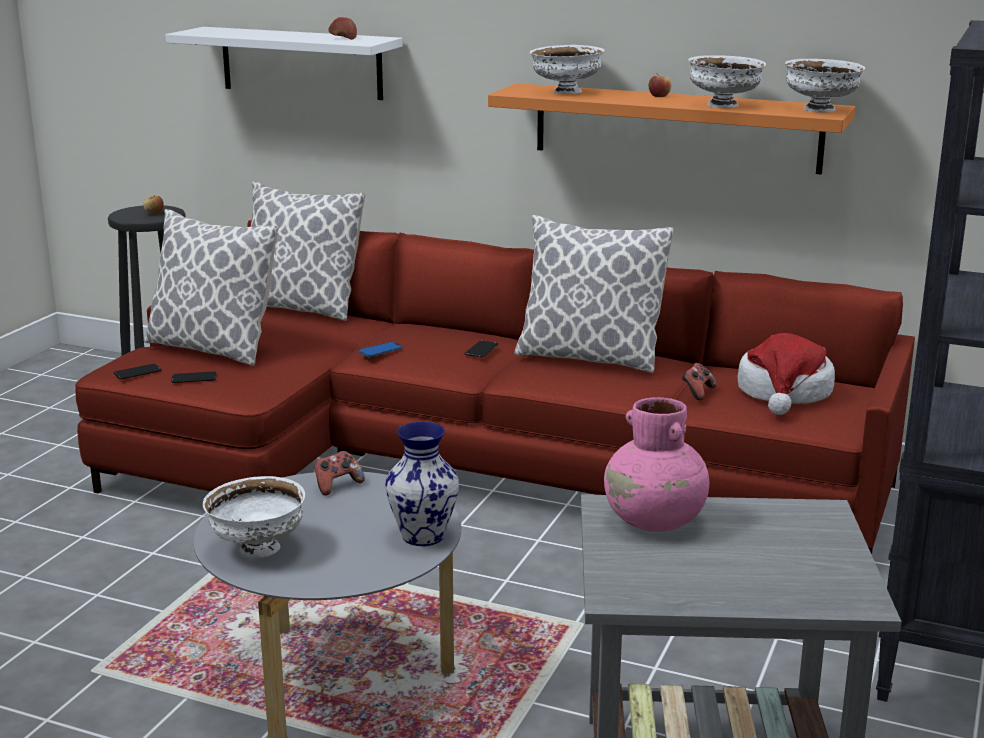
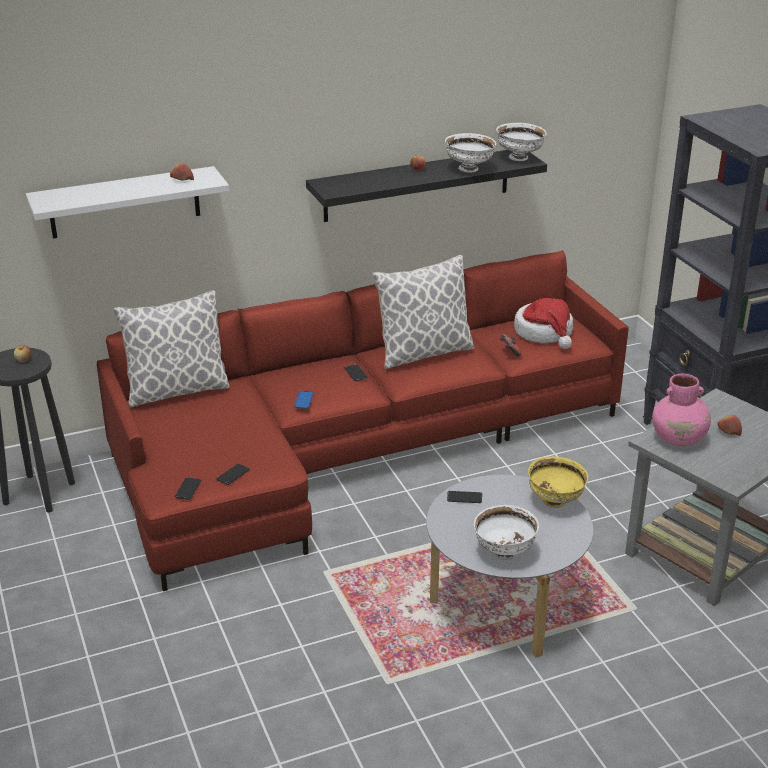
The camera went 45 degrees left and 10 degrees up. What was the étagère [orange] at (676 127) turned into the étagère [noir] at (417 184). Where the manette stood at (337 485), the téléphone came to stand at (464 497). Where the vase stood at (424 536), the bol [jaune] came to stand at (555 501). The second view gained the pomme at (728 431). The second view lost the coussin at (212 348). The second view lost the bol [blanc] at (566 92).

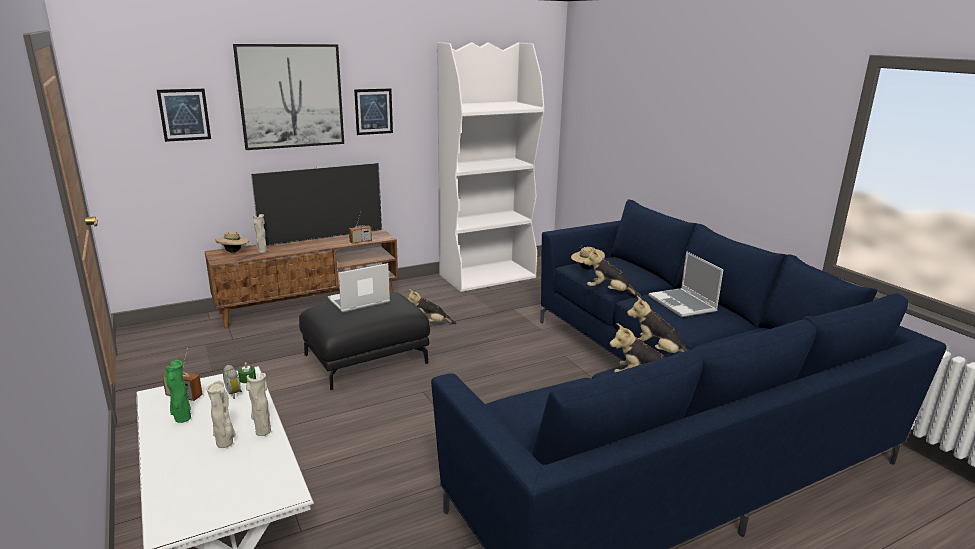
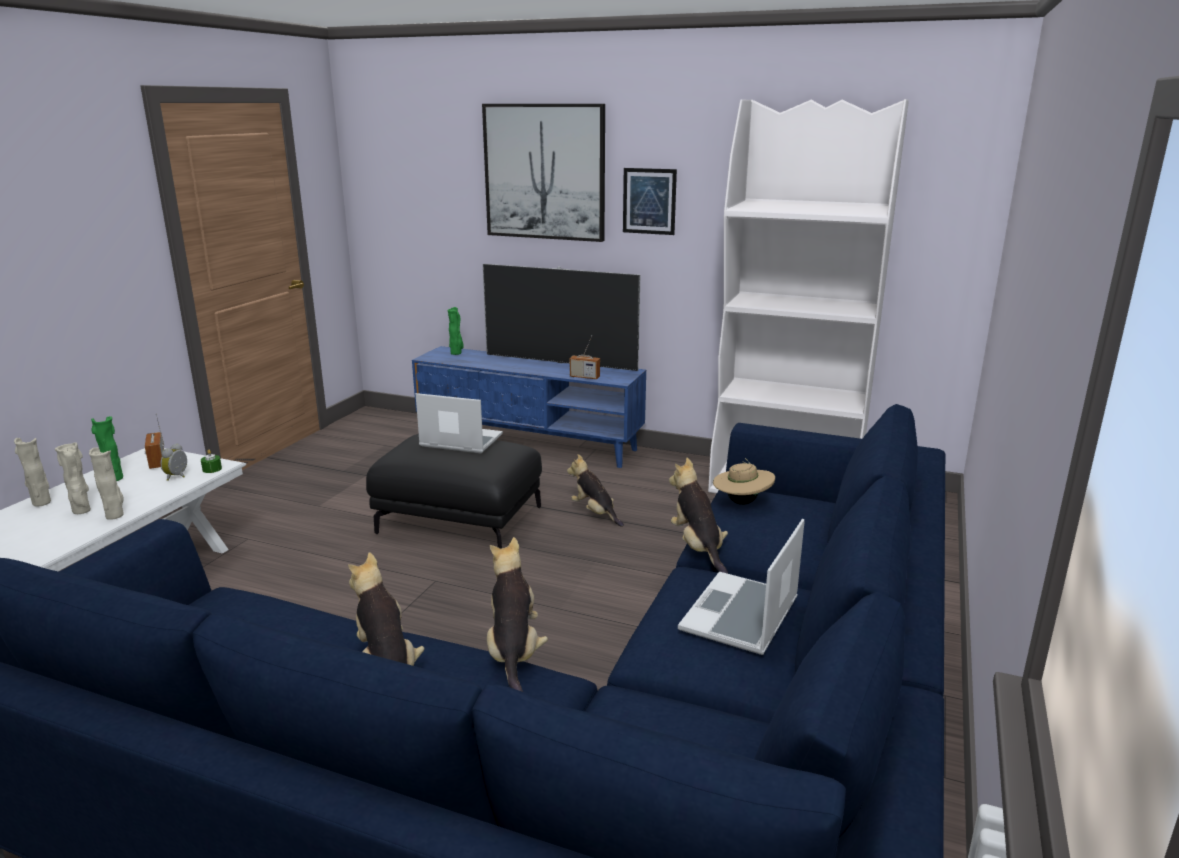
The camera went 50 degrees right and 0 degrees up. The vase [beige] ended up elsewhere, having gone from (262 251) to (42 503). What was the meuble télé [marron] at (309 304) turned into the meuble télé [bleu] at (530 443). Where the chapeau [beige] stood at (233 252), the vase [vert] came to stand at (456 353). The second view lost the tableau at (184 114).

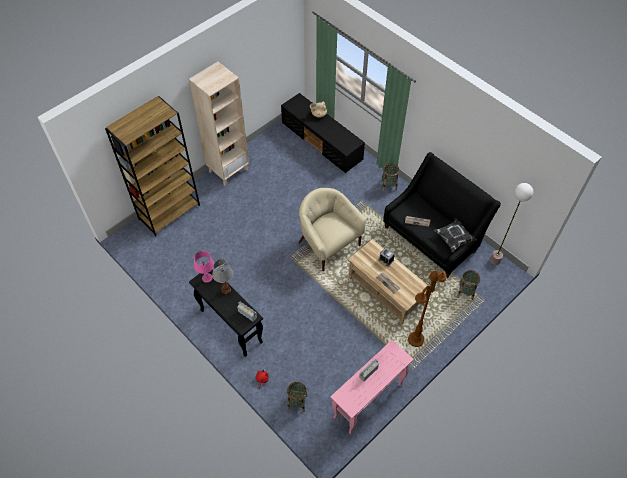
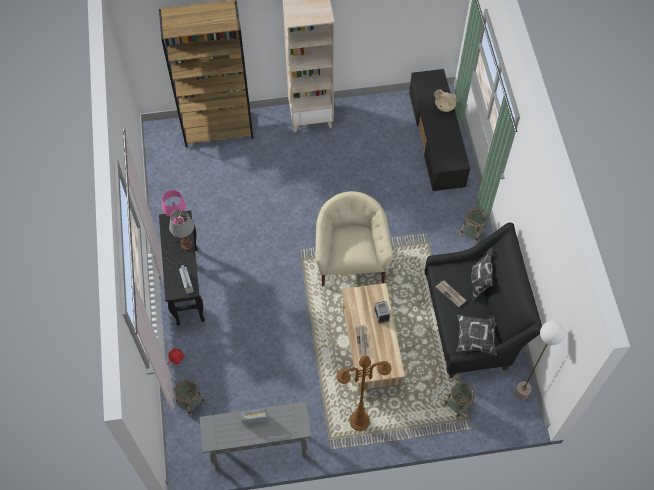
The camera went 35 degrees right and 5 degrees up. What was the table console [rose] at (368 401) turned into the table console [gris] at (259 450). The second view gained the coussin at (479 283).

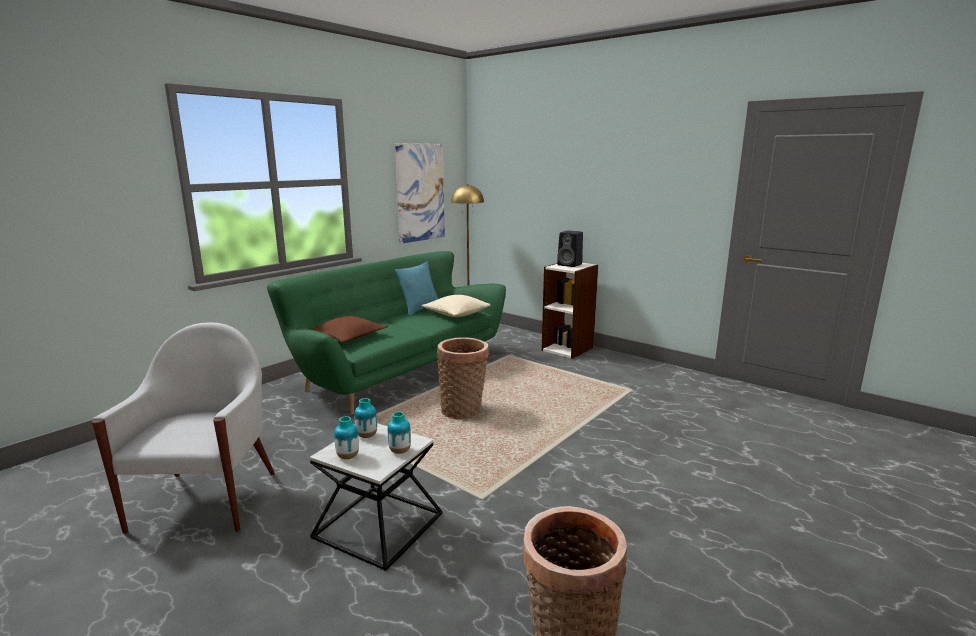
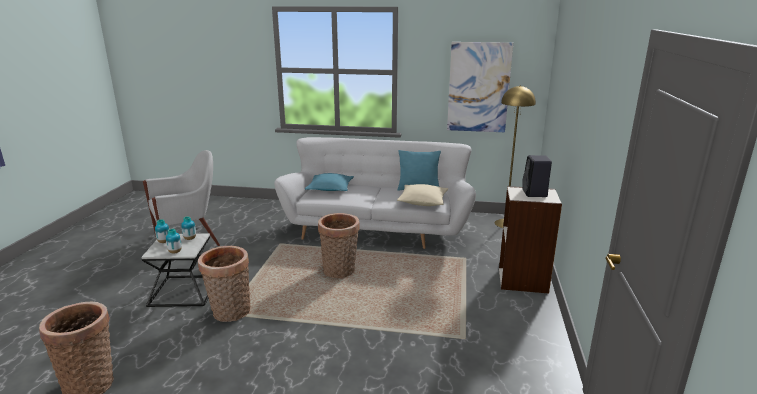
The camera went 60 degrees right and 5 degrees up. The second view gained the panier at (230 313). What was the canapé [vert] at (397 372) turned into the canapé [blanc] at (378 229). What was the coussin [marron] at (348 337) turned into the coussin [turquoise] at (330 188).

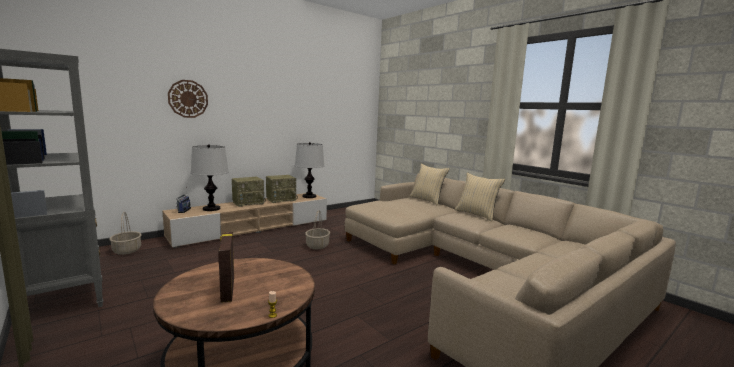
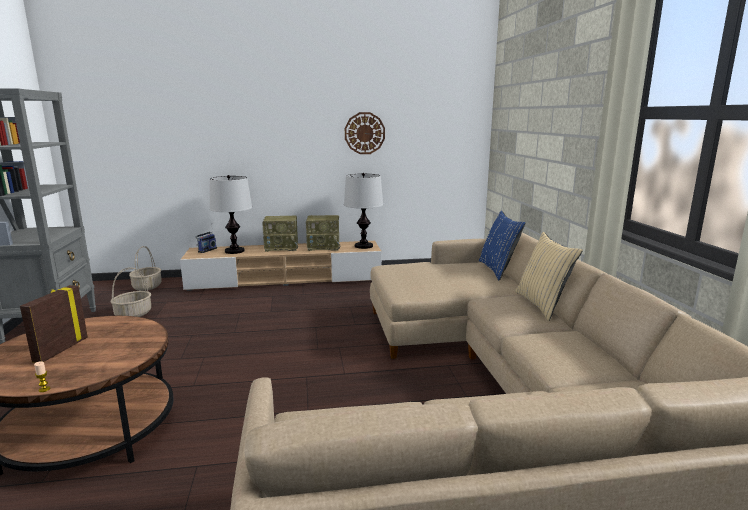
The camera went 30 degrees right and 5 degrees up. The panier ended up elsewhere, having gone from (317 245) to (133 314). The horloge murale ended up elsewhere, having gone from (188 99) to (364 133). What was the coussin [beige] at (427 200) turned into the coussin [bleu] at (498 270).

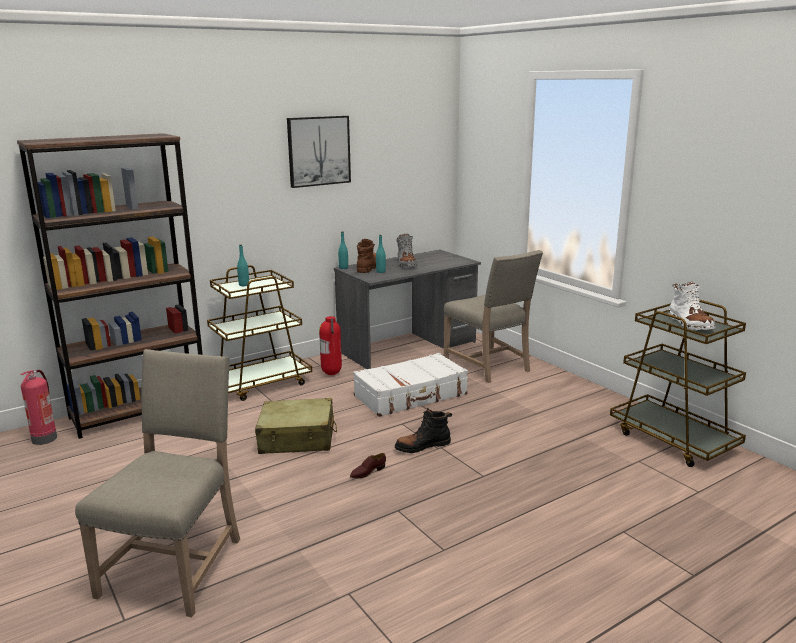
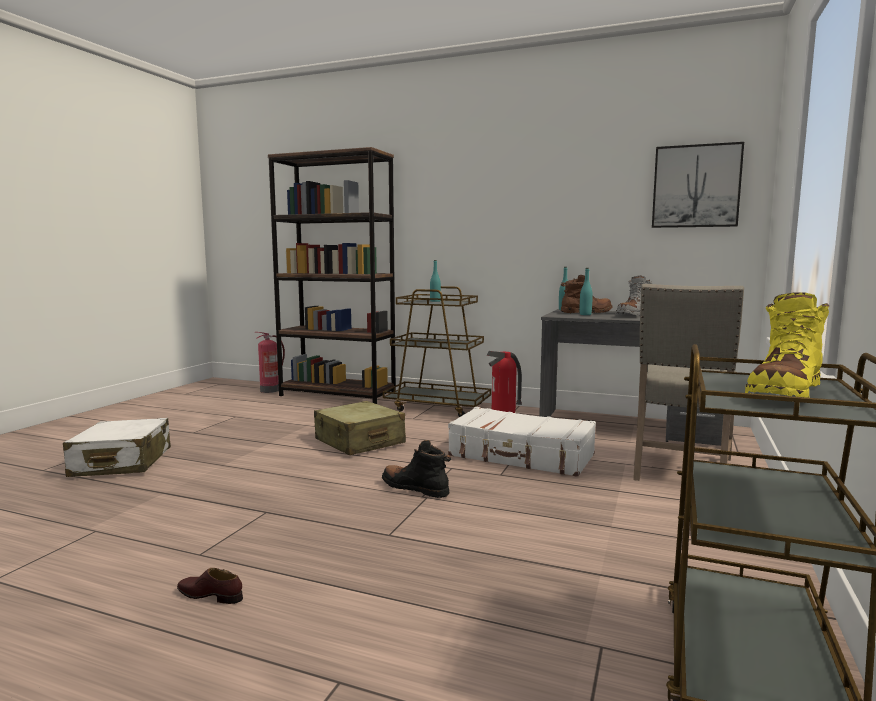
The camera went 55 degrees right and 10 degrees down. Where the chaise [beige] stood at (177 565), the valise [blanc] came to stand at (122 463). The chaussure [marron] ended up elsewhere, having gone from (368 472) to (210 595). The tableau ended up elsewhere, having gone from (318 151) to (696 186). What was the botte [blanc] at (689 324) turned into the botte [jaune] at (784 392).

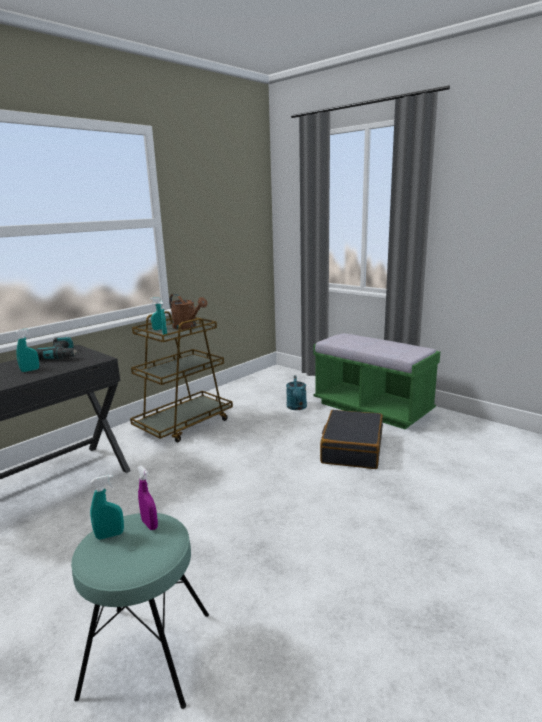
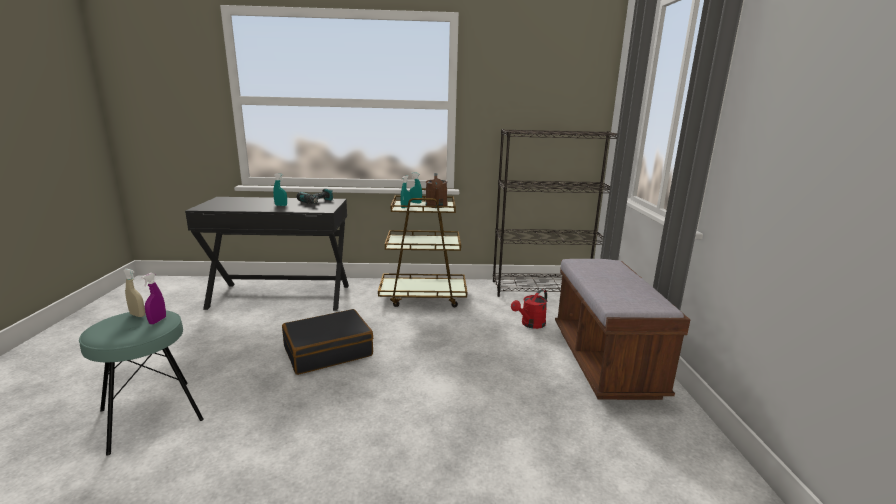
The camera went 45 degrees right and 0 degrees up. What was the vaporisateur [turquoise] at (110 535) turned into the vaporisateur [beige] at (137 315). The valise [noir] ended up elsewhere, having gone from (351 449) to (328 351). The second view gained the bibliothèque [noir] at (545 289). What was the arrosoir [turquoise] at (297 407) turned into the arrosoir [rouge] at (530 324). What was the banc [vert] at (372 408) turned into the banc [marron] at (604 361).

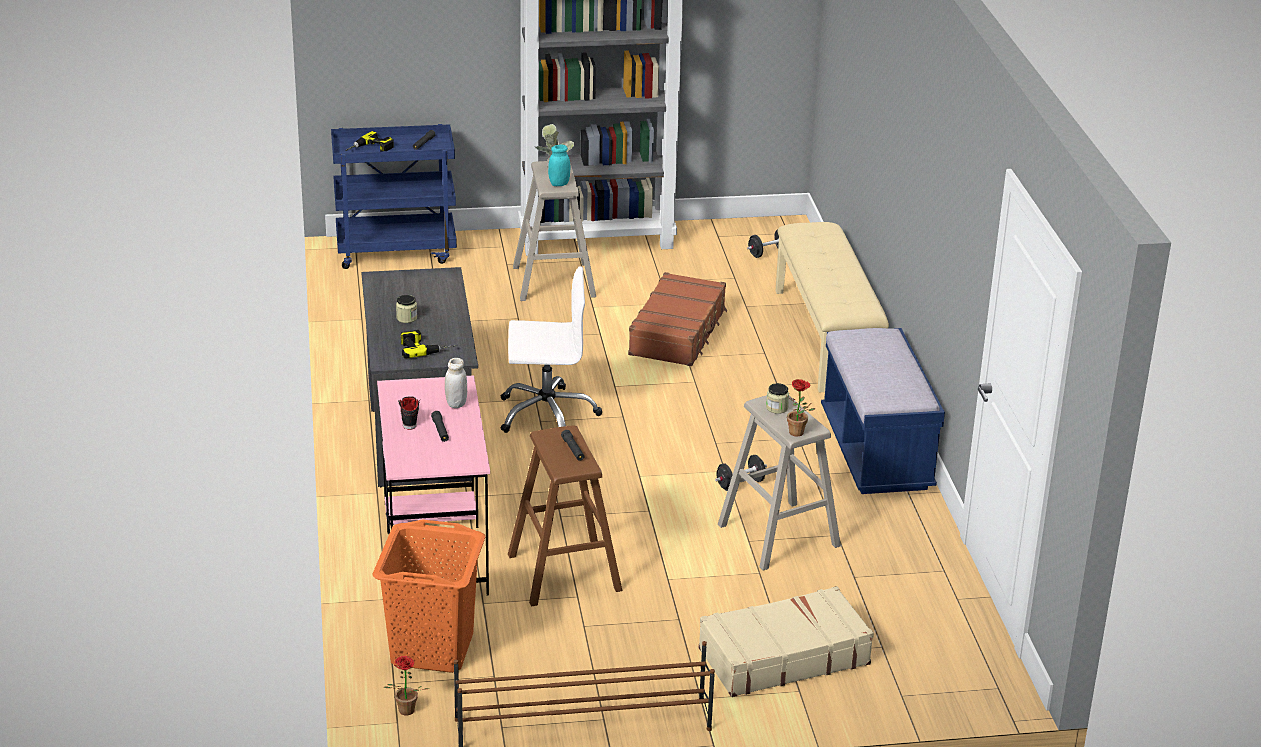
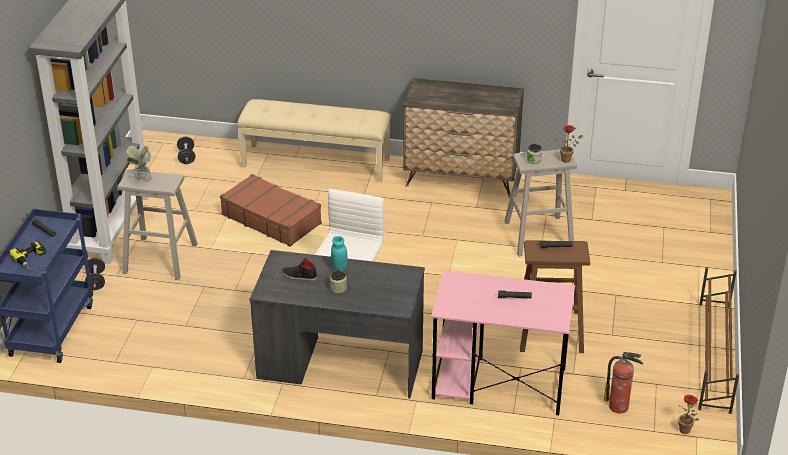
The camera went 70 degrees left and 5 degrees up. The haltère [noir] ended up elsewhere, having gone from (740 484) to (96 281). The chaussure [noir] ended up elsewhere, having gone from (409 416) to (299 276). The bocal [turquoise] ended up elsewhere, having gone from (559 184) to (339 268). Where the banc [bleu] stood at (876 452), the commode came to stand at (462 178). Where the panier à linge [orange] stood at (431 649), the extincteur came to stand at (619 407). The second view lost the perceuse at (426 347). The second view lost the bocal [blanc] at (456 403). The second view lost the valise [beige] at (783 656).

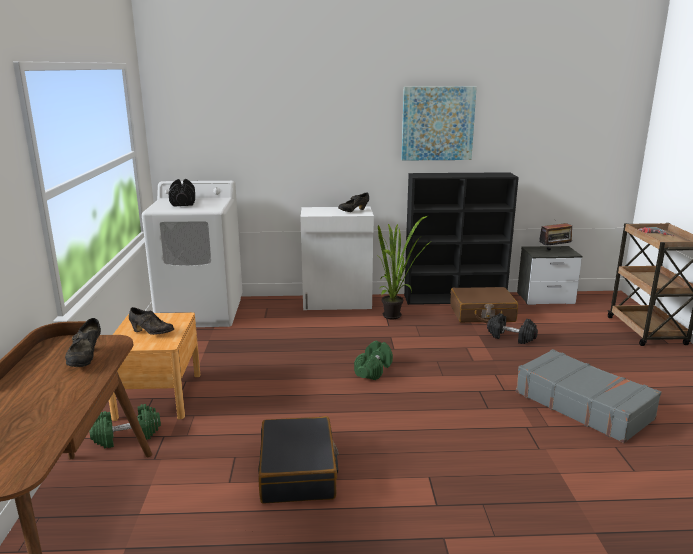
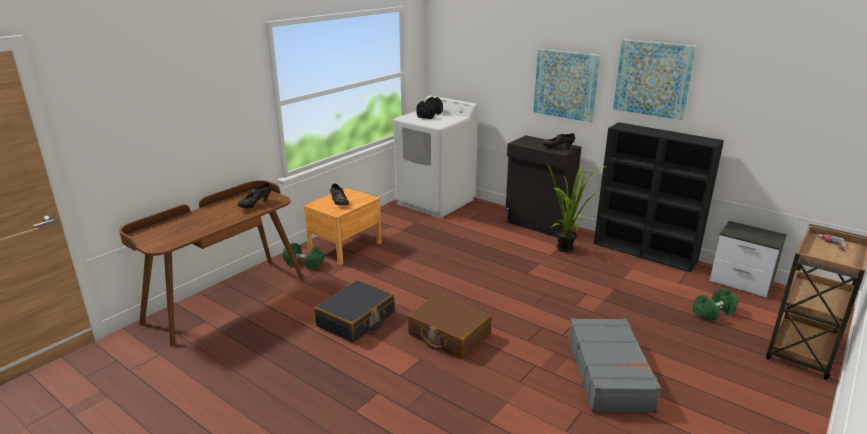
The camera went 40 degrees right and 5 degrees up. The valise [marron] ended up elsewhere, having gone from (482 314) to (449 335). What was the meuble de rangement [blanc] at (337 303) turned into the meuble de rangement [noir] at (538 224). The second view gained the tableau at (566 84). The haltère [vert] ended up elsewhere, having gone from (373 370) to (713 313). The second view lost the haltère [noir] at (511 337). The second view lost the radio at (554 250).

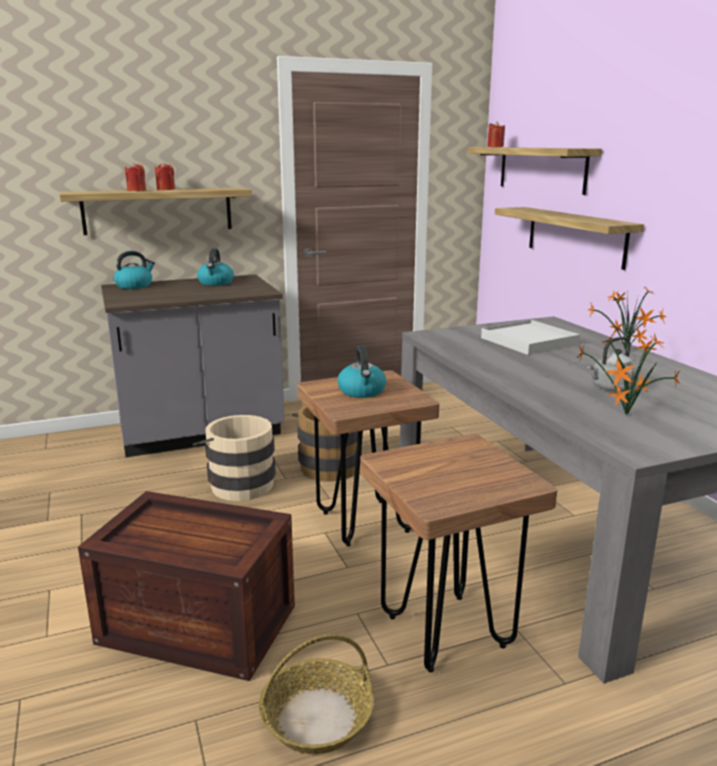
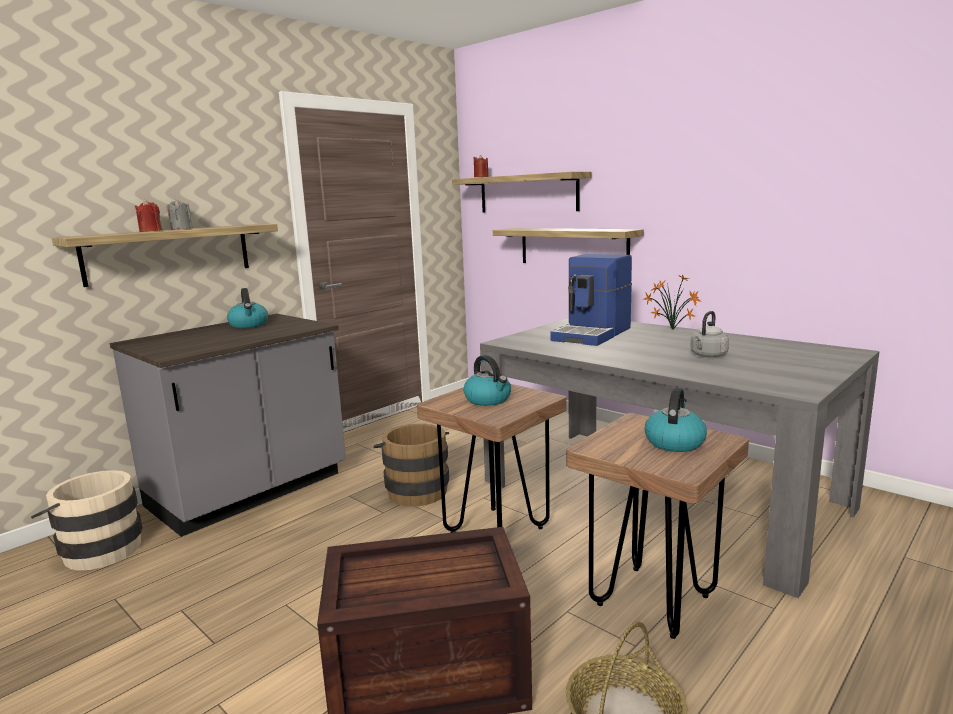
The camera went 25 degrees left and 5 degrees down. The seau [beige] ended up elsewhere, having gone from (238 483) to (97 549). What was the bougie [rouge] at (166 189) turned into the bougie [gris] at (181 229). Where the plateau [blanc] stood at (529 341), the machine à café came to stand at (593 334). The bouilloire ended up elsewhere, having gone from (134 286) to (674 442). The second view lost the plante en pot at (624 416).

